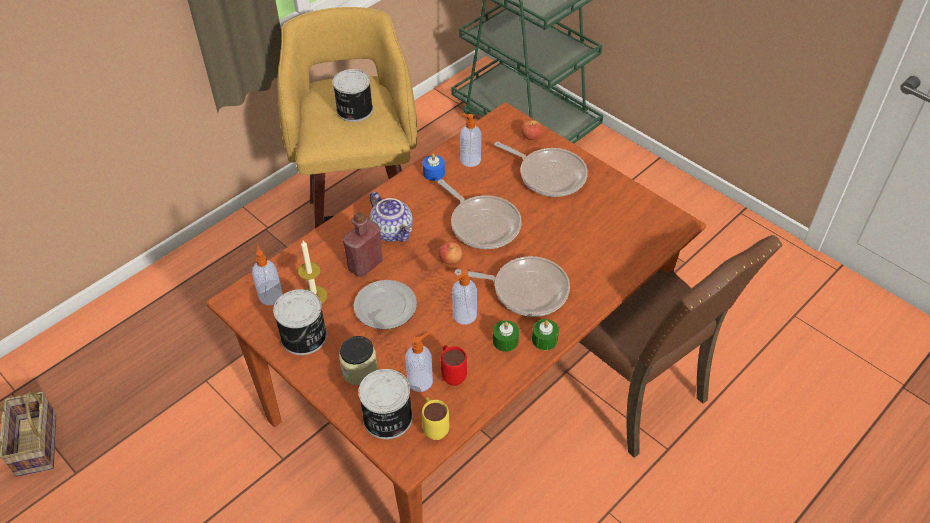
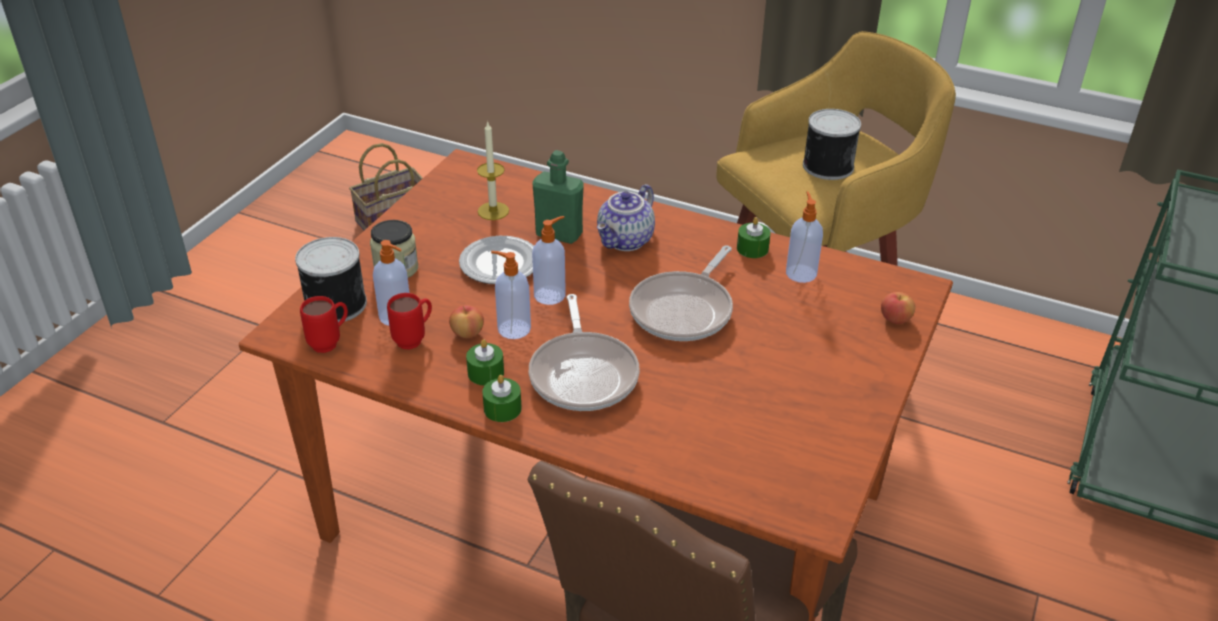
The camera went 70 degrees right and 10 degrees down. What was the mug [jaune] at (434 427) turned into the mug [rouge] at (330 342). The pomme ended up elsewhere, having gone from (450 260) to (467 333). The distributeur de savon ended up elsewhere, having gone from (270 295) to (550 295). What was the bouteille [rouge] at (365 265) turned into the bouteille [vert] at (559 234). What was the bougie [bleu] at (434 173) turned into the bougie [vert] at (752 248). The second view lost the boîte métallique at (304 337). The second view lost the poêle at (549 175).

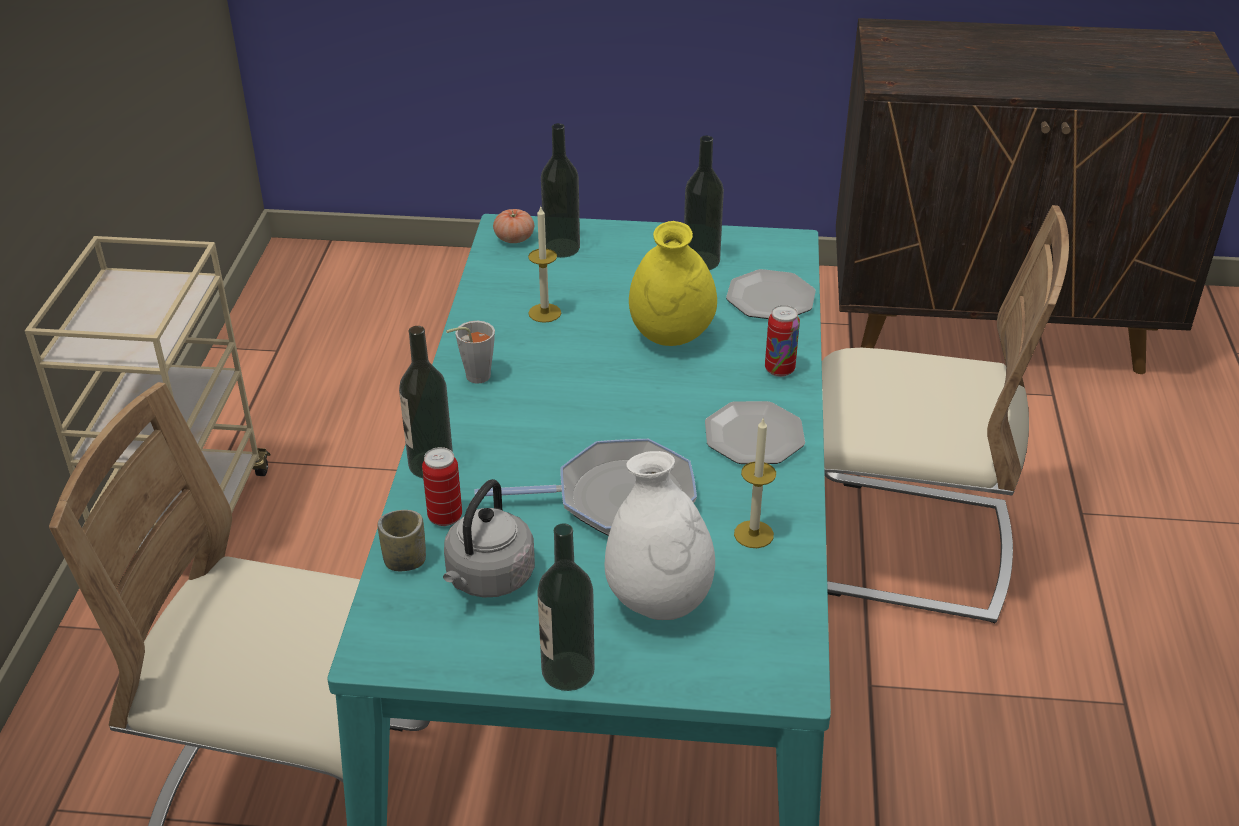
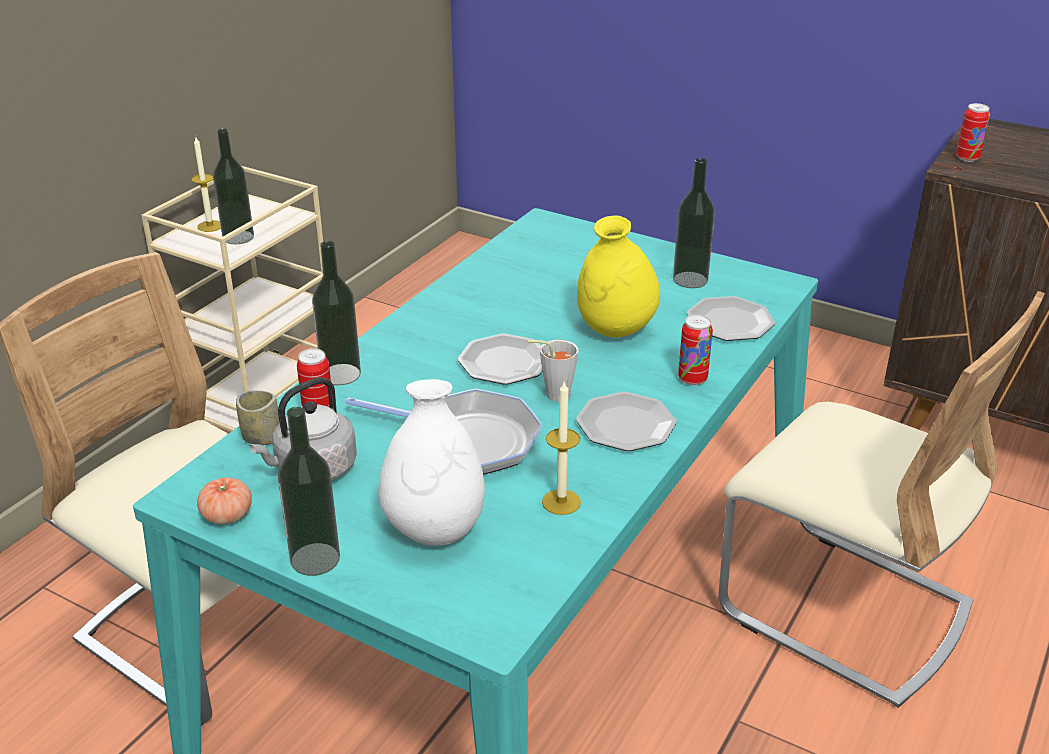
The camera went 25 degrees right and 5 degrees down. The bougie ended up elsewhere, having gone from (544 313) to (210 226). The tomate ended up elsewhere, having gone from (514 238) to (227 515). The bouteille ended up elsewhere, having gone from (561 248) to (238 237). The second view gained the assiette at (503 363). The tasse [gris] ended up elsewhere, having gone from (472 377) to (552 395). The second view gained the boîte métallique at (967 158).

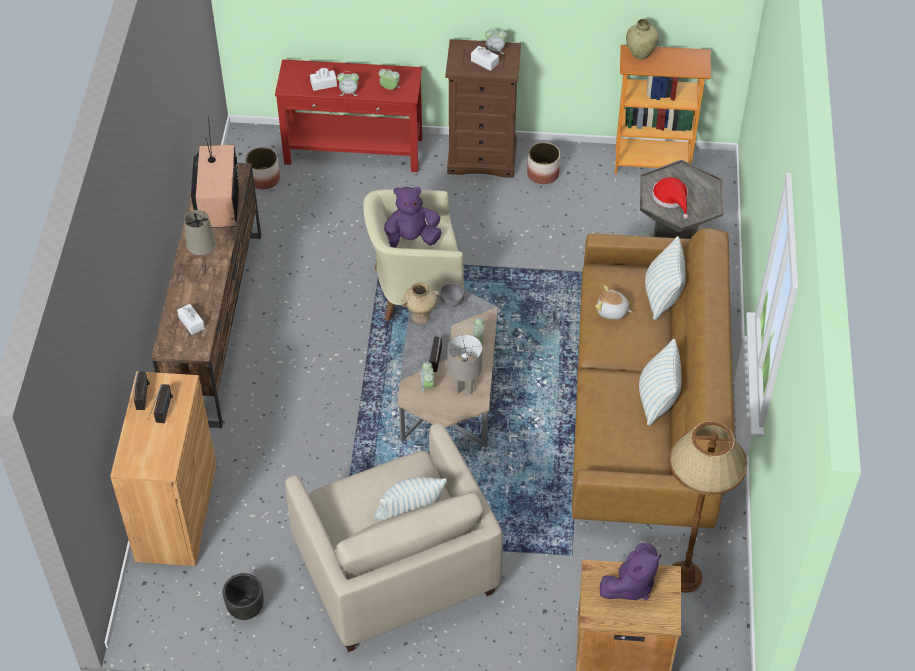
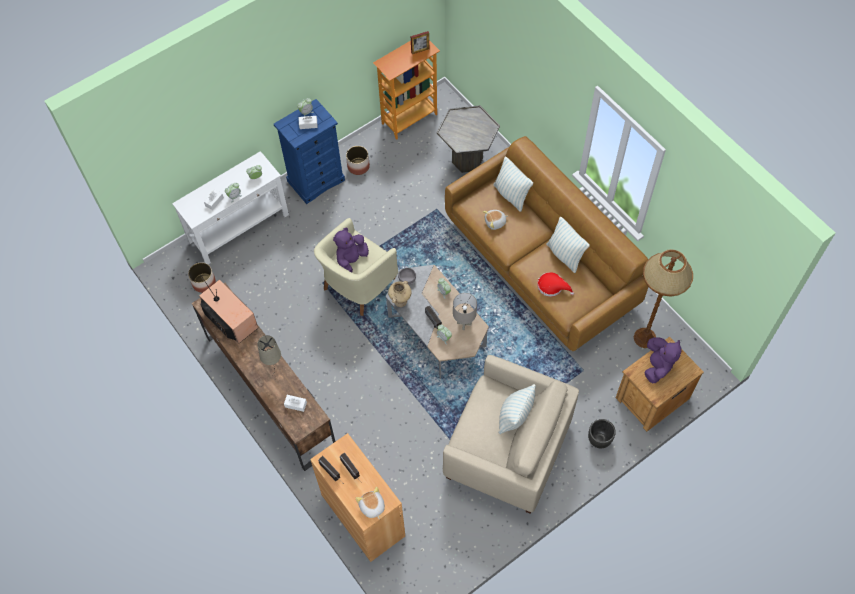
The camera went 40 degrees left and 10 degrees up. What was the table console [rouge] at (354 151) turned into the table console [blanc] at (239 228). What was the commode [marron] at (482 158) turned into the commode [bleu] at (316 180). The second view gained the peluche at (372 507). The second view gained the cadre photo at (420 50). The chapeau [rouge] ended up elsewhere, having gone from (671 198) to (552 286). The cache-pot [noir] ended up elsewhere, having gone from (245 609) to (599 440). The second view lost the vase [beige] at (640 54).

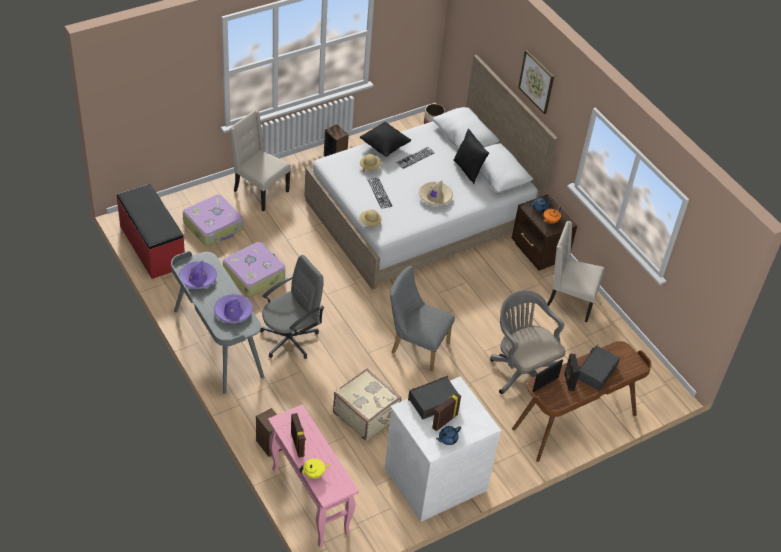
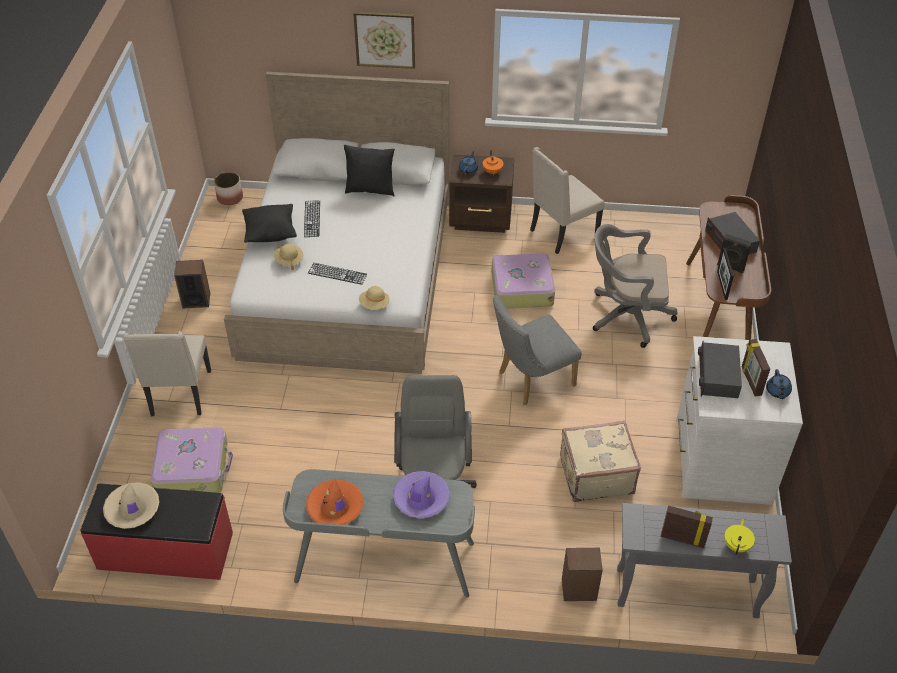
The camera went 50 degrees left and 0 degrees up. The chapeau [beige] ended up elsewhere, having gone from (435 197) to (132 509). The chaise [beige] at (259 191) ended up facing another way, 75 degrees counterclockwise from before. What was the chapeau [violet] at (198 278) turned into the chapeau [orange] at (335 507). The valise ended up elsewhere, having gone from (254 274) to (521 288). What was the table console [rose] at (309 500) turned into the table console [gris] at (685 593).

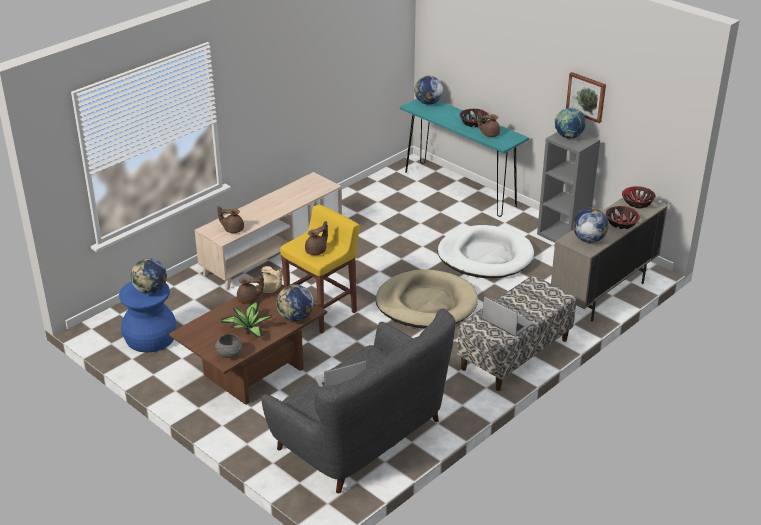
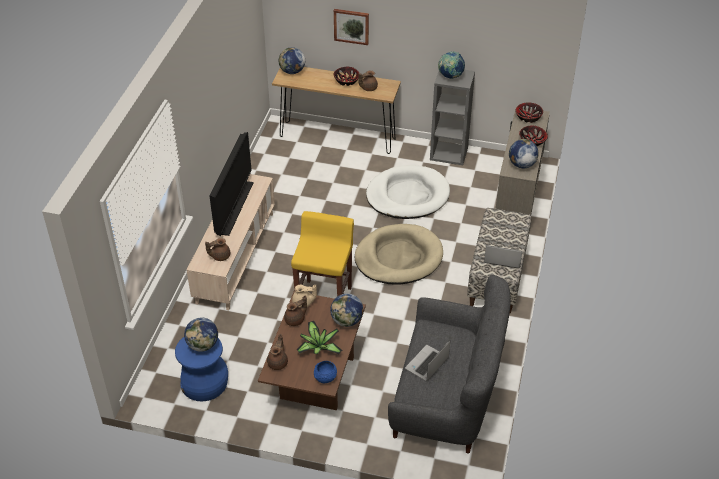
The camera went 30 degrees left and 10 degrees up. The second view gained the téléviseur at (234 207). The théière [marron] ended up elsewhere, having gone from (317 251) to (278 362). What was the table console [turquoise] at (459 189) turned into the table console [marron] at (337 137). What was the bol [gris] at (229 354) turned into the bol [bleu] at (325 378). The tableau ended up elsewhere, having gone from (586 97) to (351 26).

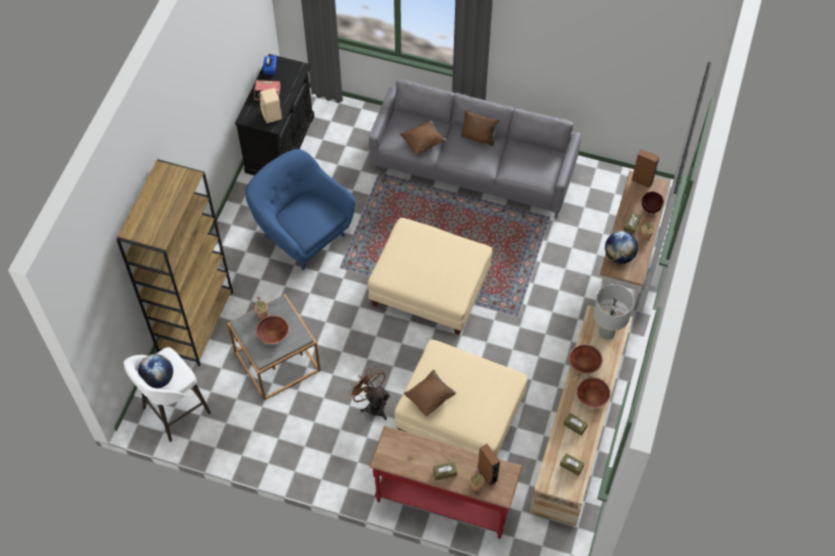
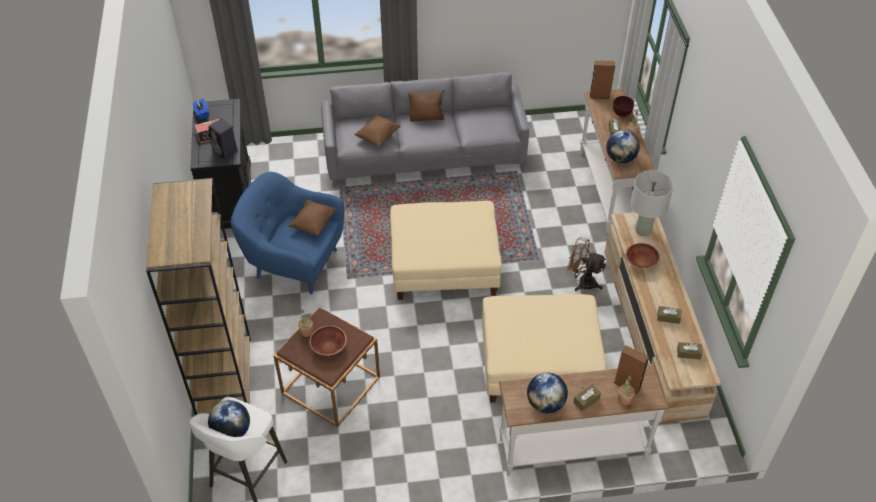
The camera went 25 degrees left and 10 degrees down. What was the enceinte [beige] at (272 115) turned into the enceinte [noir] at (225 150). What was the table d'appoint [gris] at (277 361) turned into the table d'appoint [marron] at (330 385). The coussin [marron] ended up elsewhere, having gone from (430 397) to (313 224). What was the table console [rouge] at (444 501) turned into the table console [blanc] at (572 448). The second view gained the globe at (545 404). The ventilateur [marron] ended up elsewhere, having gone from (372 405) to (582 282). The second view lost the bol [marron] at (592 396).

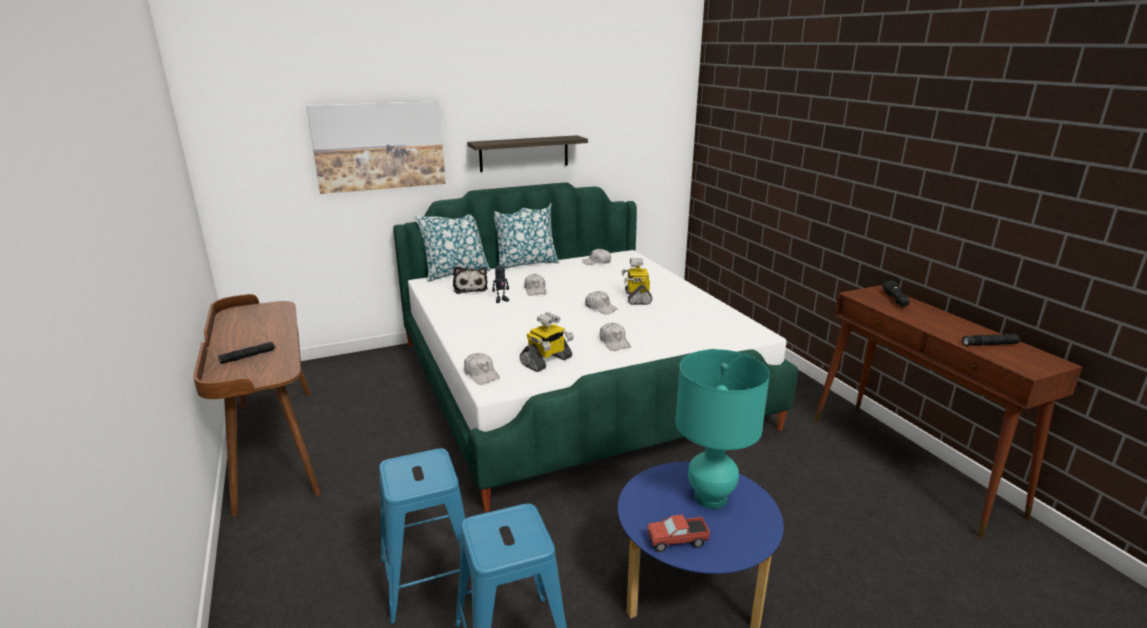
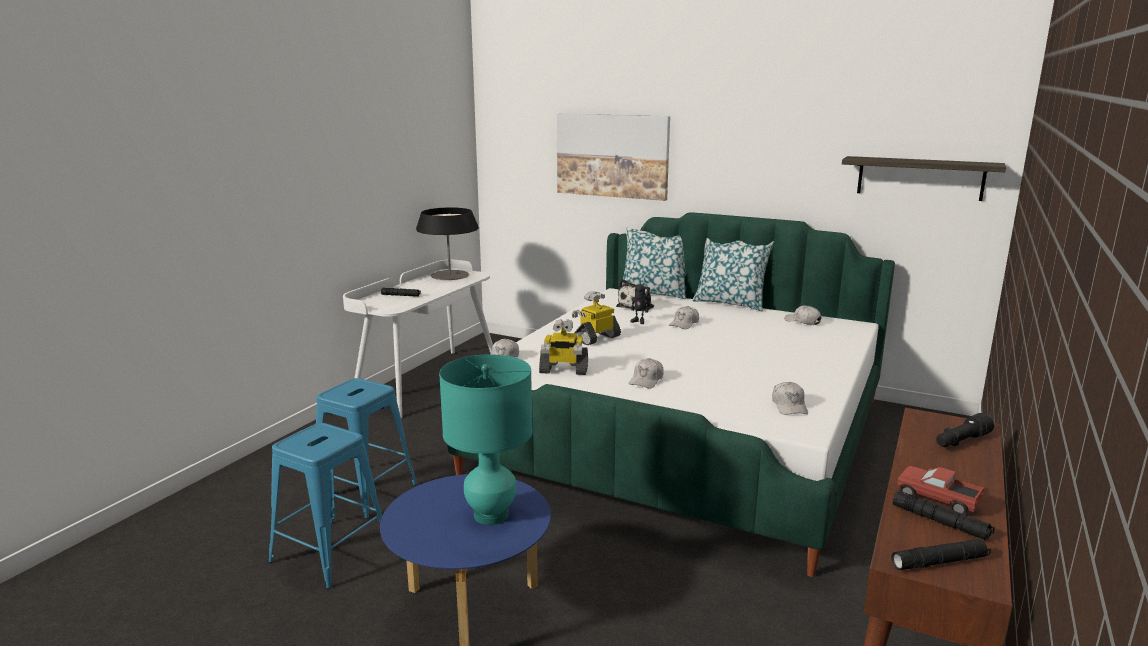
The camera went 50 degrees right and 5 degrees down. What was the bureau [marron] at (274 446) turned into the bureau [blanc] at (427 381). The second view gained the lampe de table at (450 275). The robot jouet ended up elsewhere, having gone from (637 297) to (596 338). The casquette [blanc] ended up elsewhere, having gone from (601 308) to (789 406). The étagère ended up elsewhere, having gone from (524 153) to (920 178). The second view gained the lampe de poche [noir] at (939 562). The camion jouet ended up elsewhere, having gone from (677 541) to (937 501).

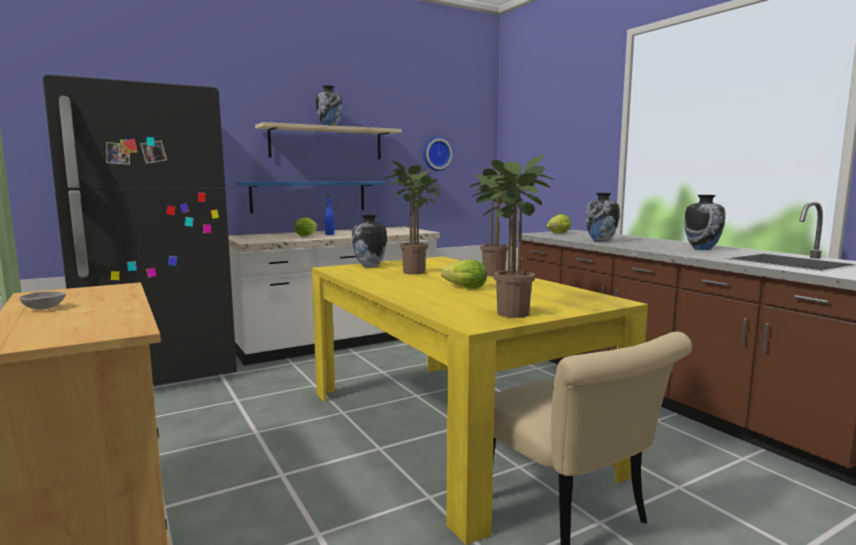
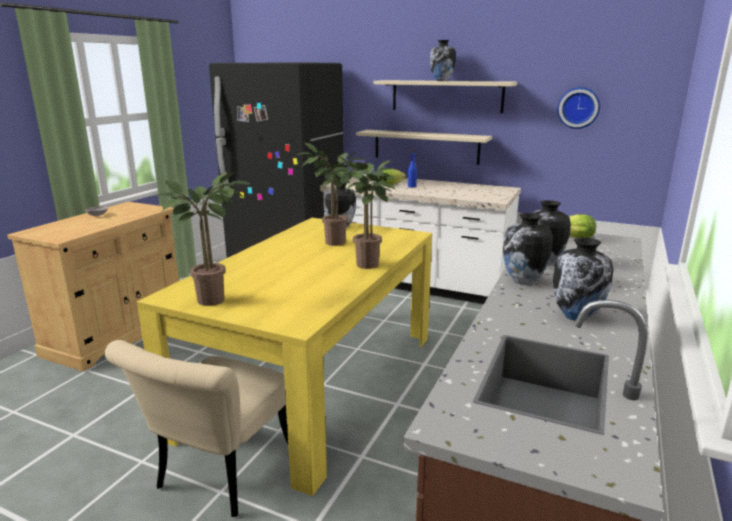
The camera went 55 degrees right and 10 degrees up. What was the étagère [bleu] at (309 196) turned into the étagère [beige] at (426 146). The second view gained the vase at (523 281). The second view lost the laitue at (463 288).

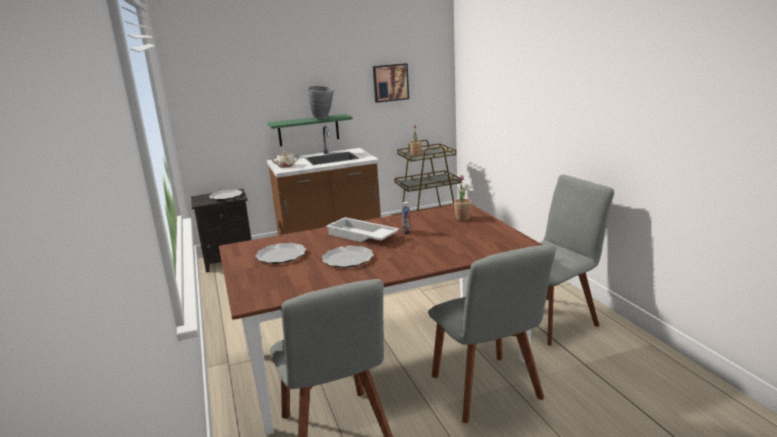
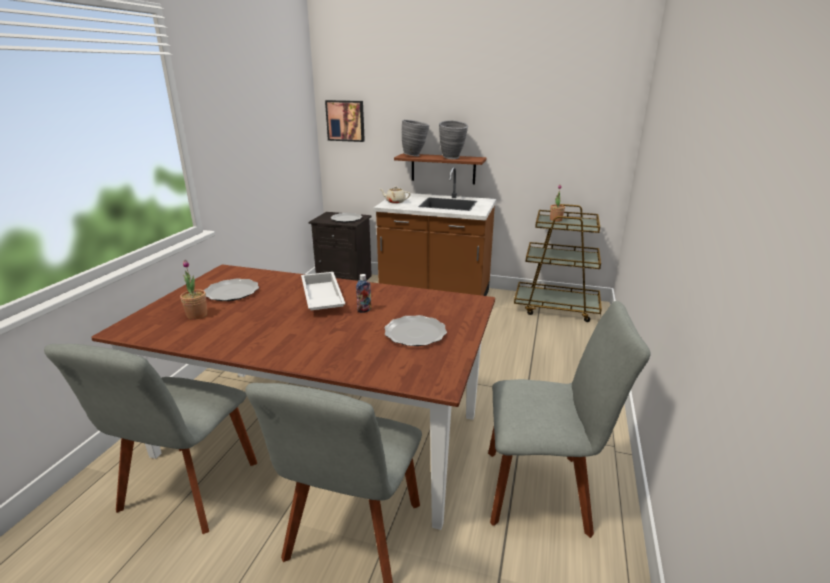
The camera went 35 degrees right and 5 degrees up. The plante en pot ended up elsewhere, having gone from (463 218) to (197 315). The tableau ended up elsewhere, having gone from (390 82) to (346 120). The assiette ended up elsewhere, having gone from (348 259) to (415 333). What was the étagère [vert] at (308 130) turned into the étagère [marron] at (443 168). The second view gained the vase [gris] at (415 155).

